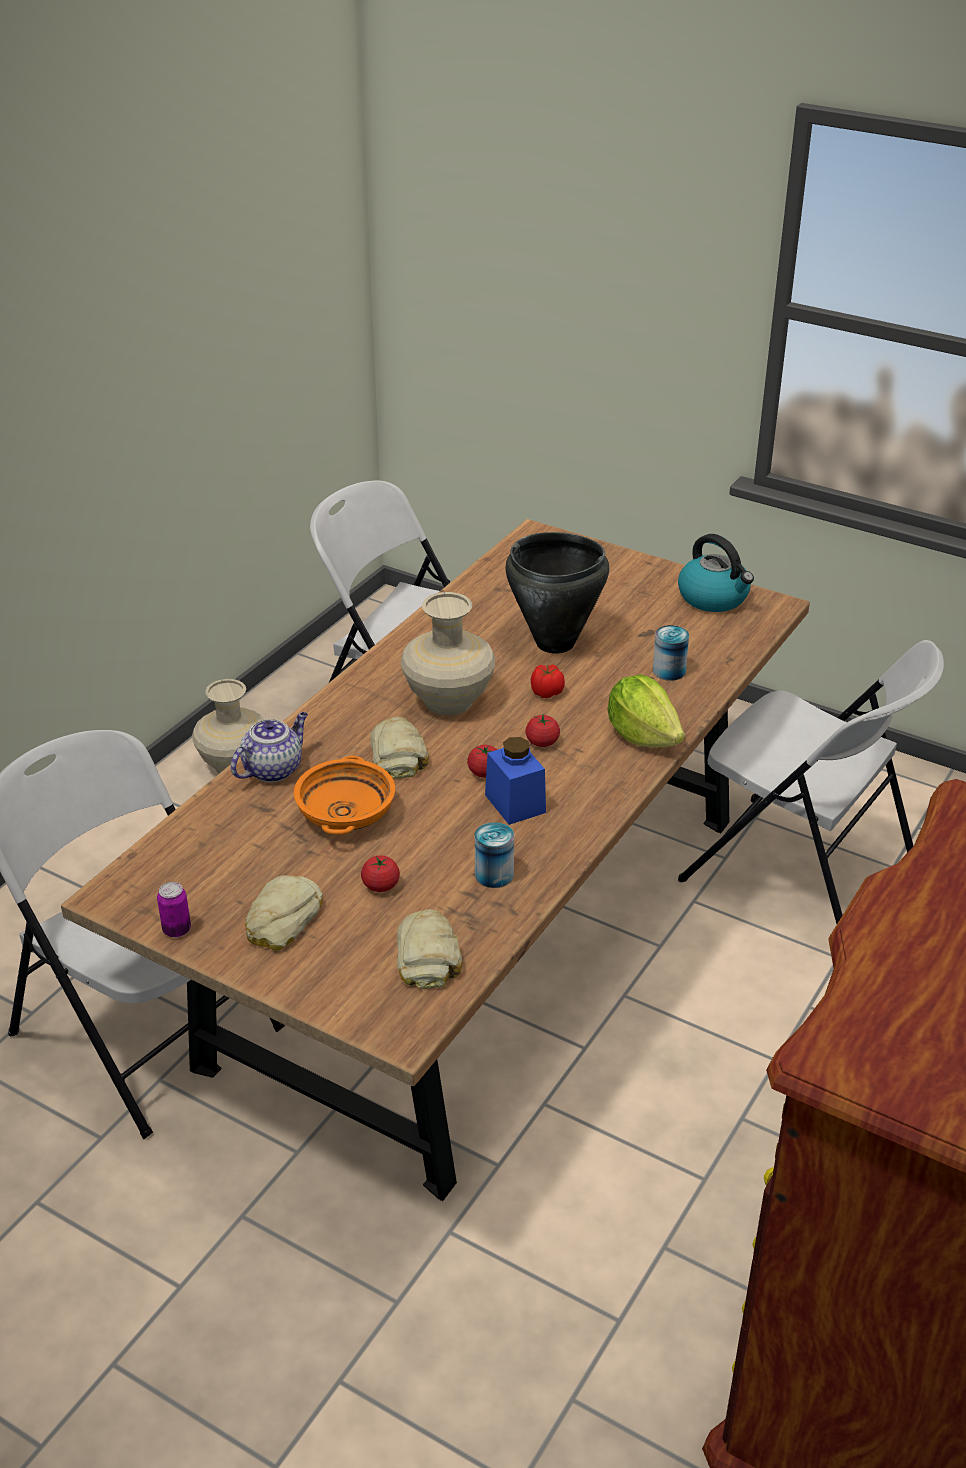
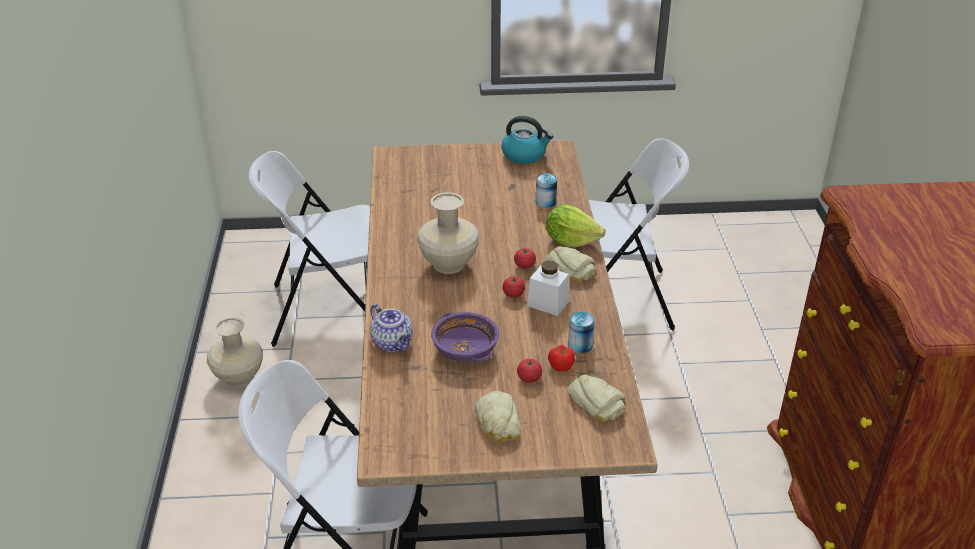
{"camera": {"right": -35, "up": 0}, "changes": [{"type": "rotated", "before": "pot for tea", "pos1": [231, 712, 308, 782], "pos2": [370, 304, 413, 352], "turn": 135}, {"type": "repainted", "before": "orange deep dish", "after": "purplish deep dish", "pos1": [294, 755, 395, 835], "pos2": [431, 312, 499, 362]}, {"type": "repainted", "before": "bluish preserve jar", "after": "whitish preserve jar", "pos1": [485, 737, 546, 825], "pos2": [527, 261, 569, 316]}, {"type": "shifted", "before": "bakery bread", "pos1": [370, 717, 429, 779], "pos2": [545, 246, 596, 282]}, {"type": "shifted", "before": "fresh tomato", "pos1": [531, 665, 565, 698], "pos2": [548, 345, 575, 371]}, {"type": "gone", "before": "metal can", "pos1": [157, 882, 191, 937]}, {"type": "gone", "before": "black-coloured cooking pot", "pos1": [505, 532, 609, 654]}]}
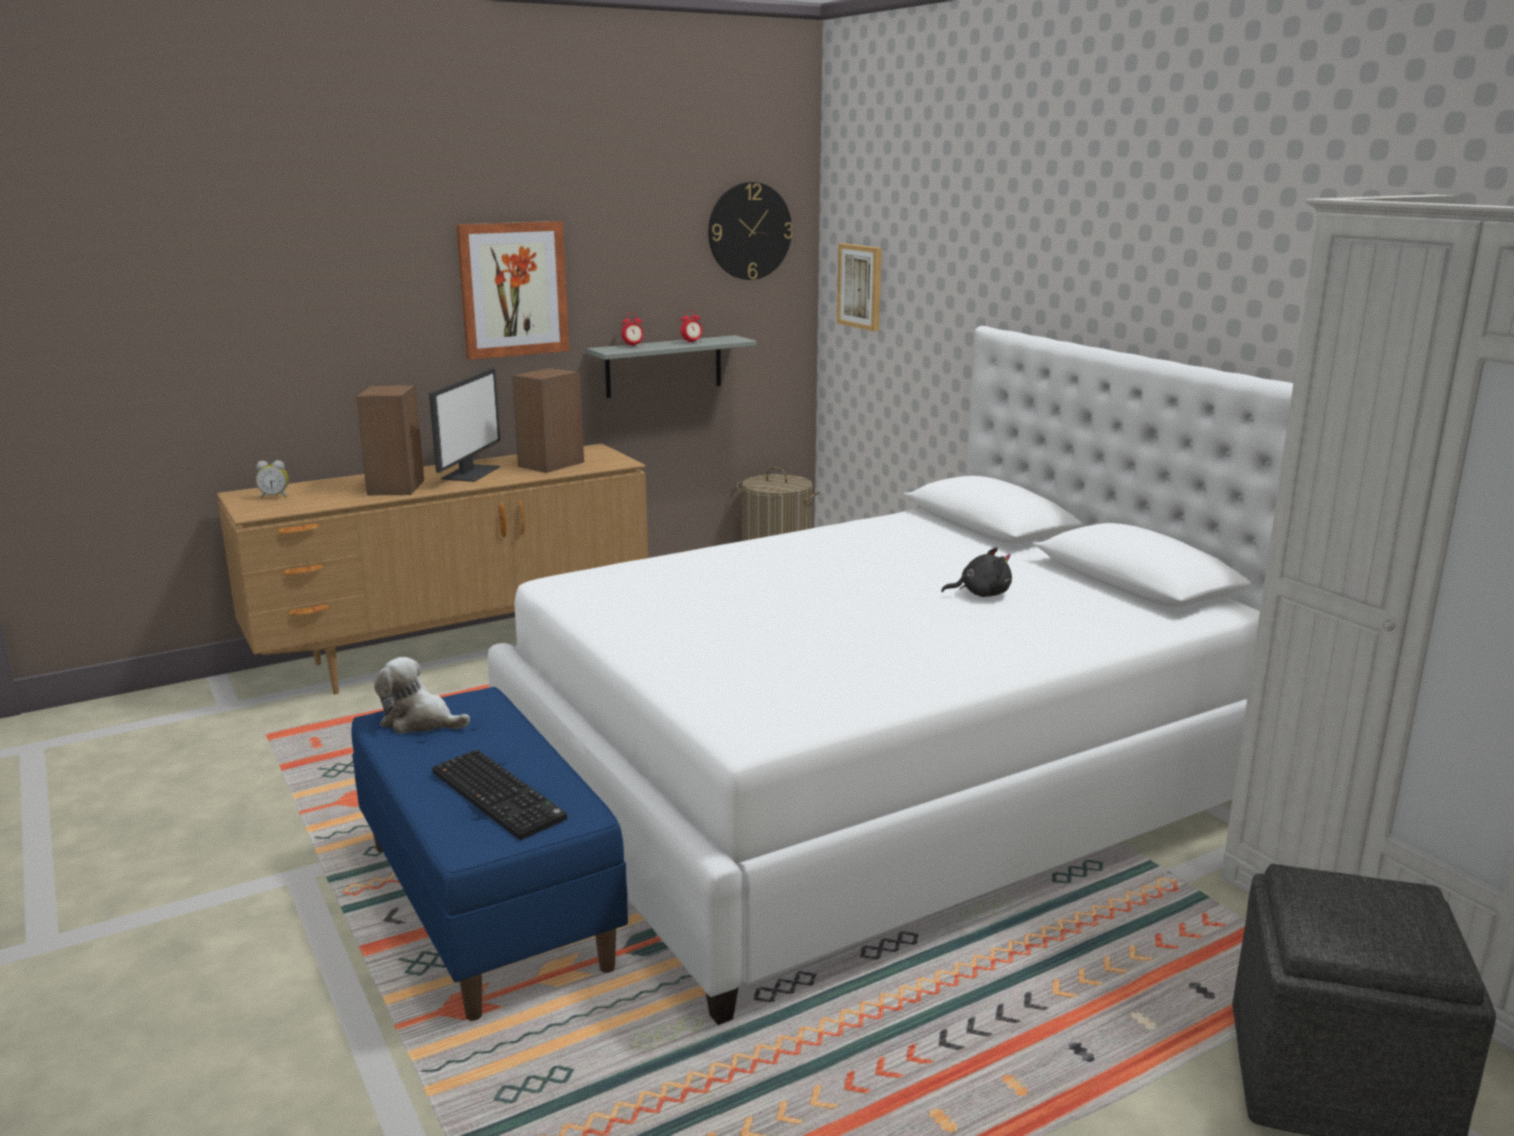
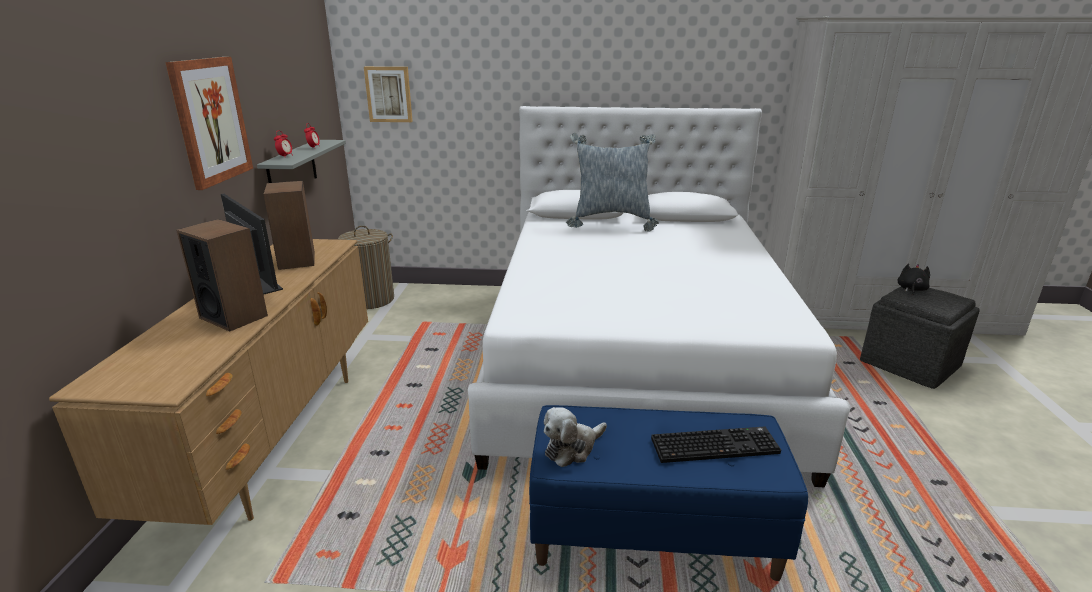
{"camera": {"right": -55, "up": 5}, "changes": [{"type": "new", "after": "throw pillow", "pos2": [565, 133, 659, 232]}, {"type": "shifted", "before": "black-coloured plush toy", "pos1": [941, 547, 1012, 597], "pos2": [897, 263, 930, 296]}, {"type": "gone", "before": "bedside clock", "pos1": [256, 460, 289, 498]}, {"type": "gone", "before": "hanging clock", "pos1": [708, 182, 793, 280]}]}
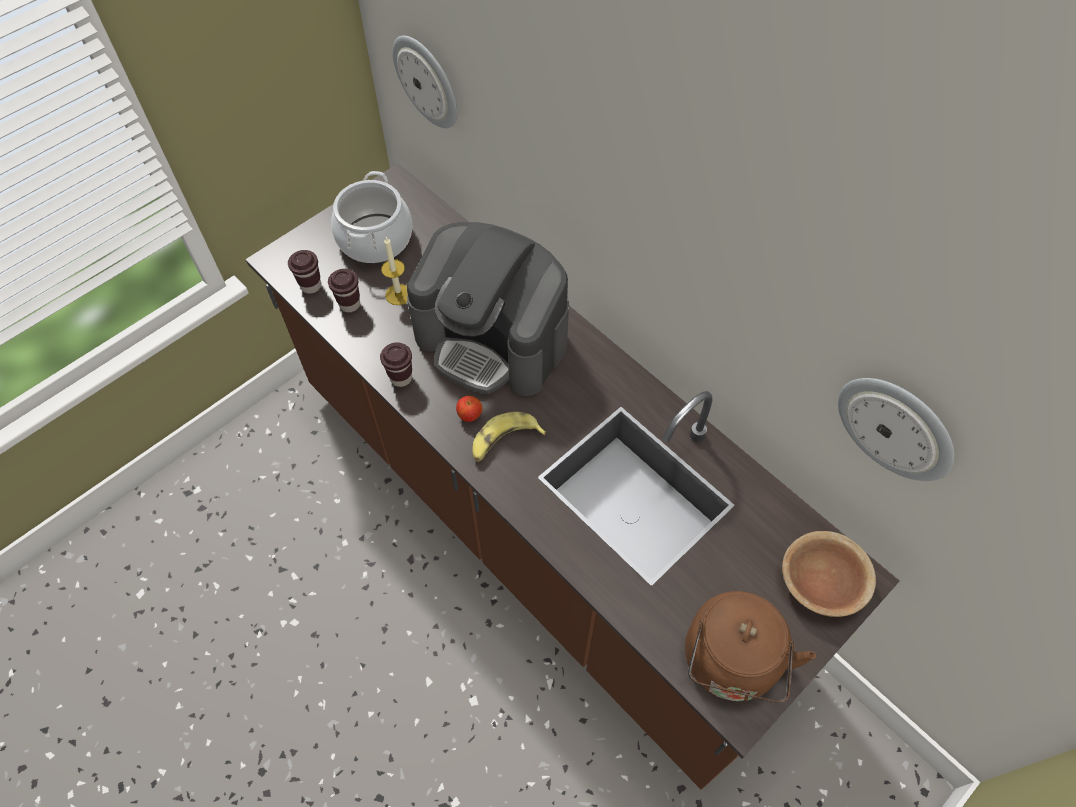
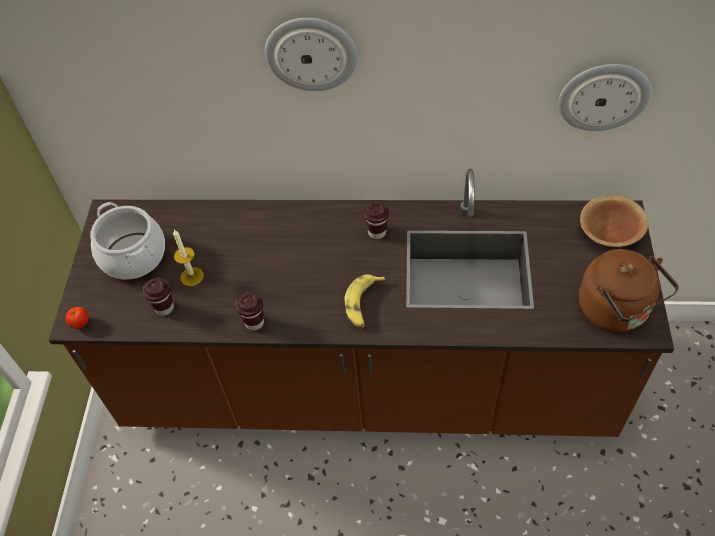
{"camera": {"right": -40, "up": -5}, "changes": [{"type": "shifted", "before": "whole apple", "pos1": [456, 396, 483, 422], "pos2": [66, 307, 88, 329]}, {"type": "shifted", "before": "hanging clock", "pos1": [392, 35, 457, 128], "pos2": [265, 18, 358, 91]}, {"type": "shifted", "before": "brown cup", "pos1": [288, 250, 321, 294], "pos2": [364, 202, 389, 239]}, {"type": "gone", "before": "coffee brewer", "pos1": [407, 222, 569, 396]}]}
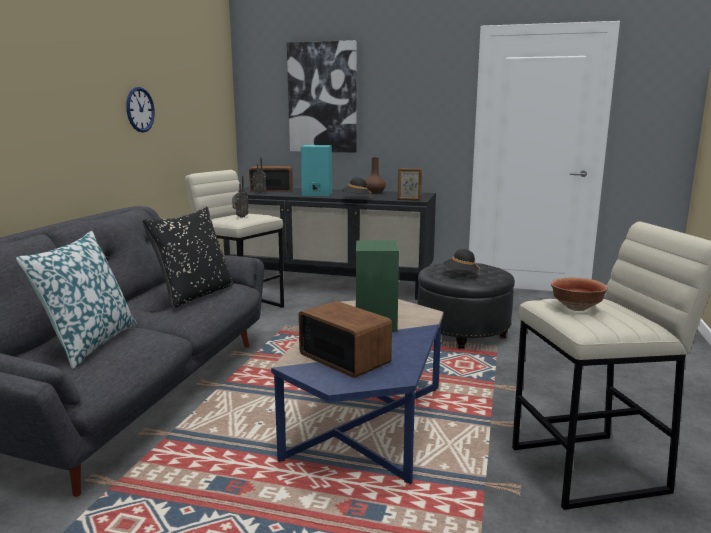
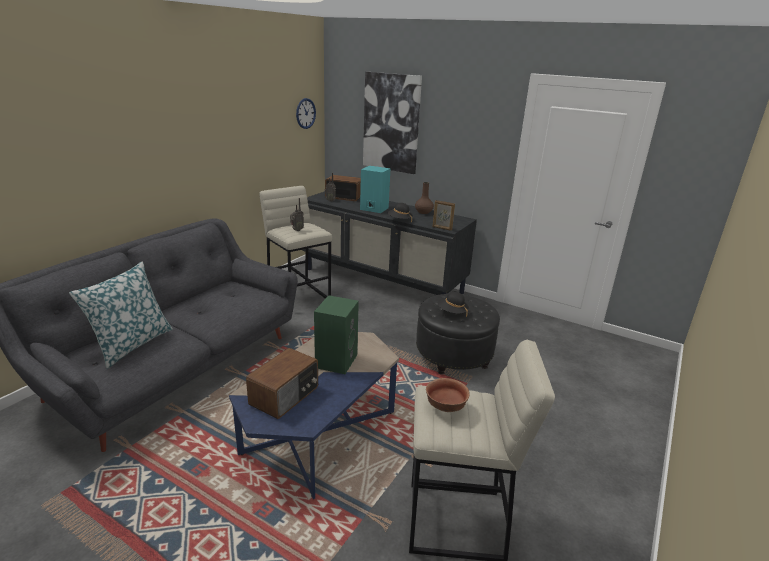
{"camera": {"right": 15, "up": 10}, "changes": [{"type": "rotated", "before": "radio receiver", "pos1": [298, 301, 392, 378], "pos2": [246, 348, 318, 419], "turn": 60}, {"type": "shifted", "before": "hanging clock", "pos1": [126, 87, 155, 133], "pos2": [296, 98, 316, 129]}, {"type": "gone", "before": "black-coloured throw pillow", "pos1": [143, 207, 233, 309]}]}
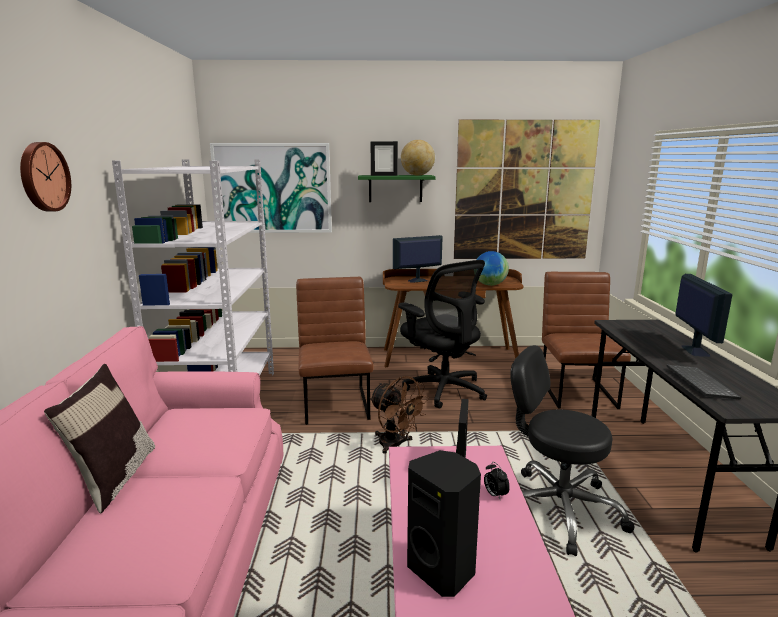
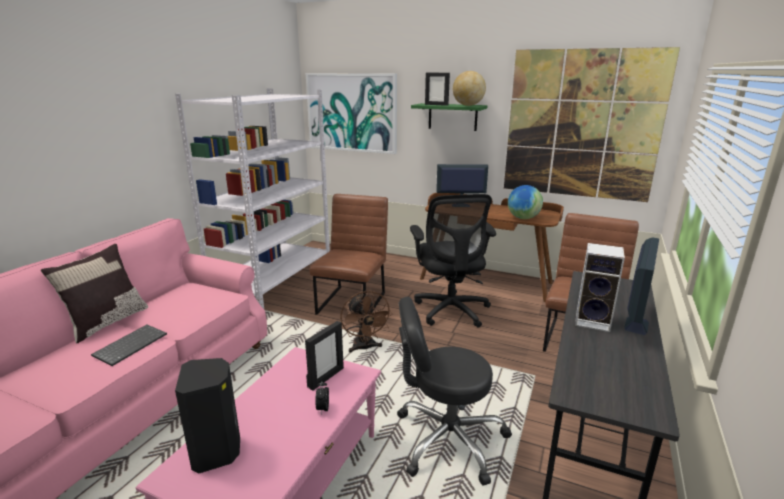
{"camera": {"right": 25, "up": 5}, "changes": [{"type": "shifted", "before": "PC keyboard", "pos1": [666, 365, 741, 400], "pos2": [91, 325, 167, 366]}, {"type": "rotated", "before": "black-coloured office chair", "pos1": [510, 345, 634, 556], "pos2": [397, 297, 512, 486], "turn": -60}, {"type": "new", "after": "audio speaker", "pos2": [575, 243, 625, 332]}, {"type": "gone", "before": "hanging clock", "pos1": [20, 142, 71, 211]}]}
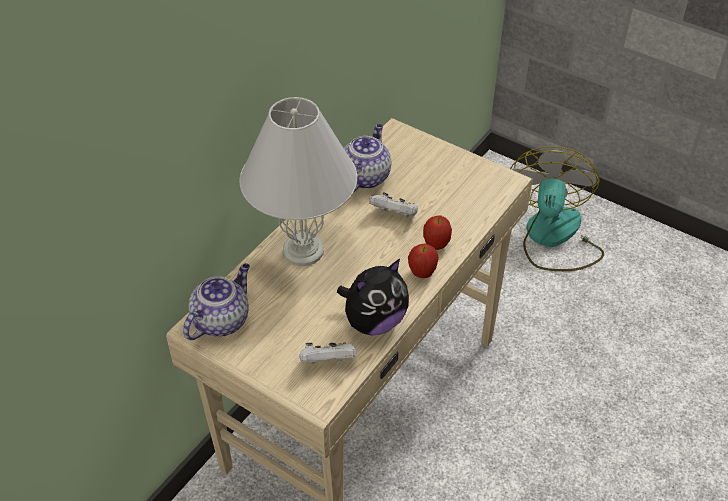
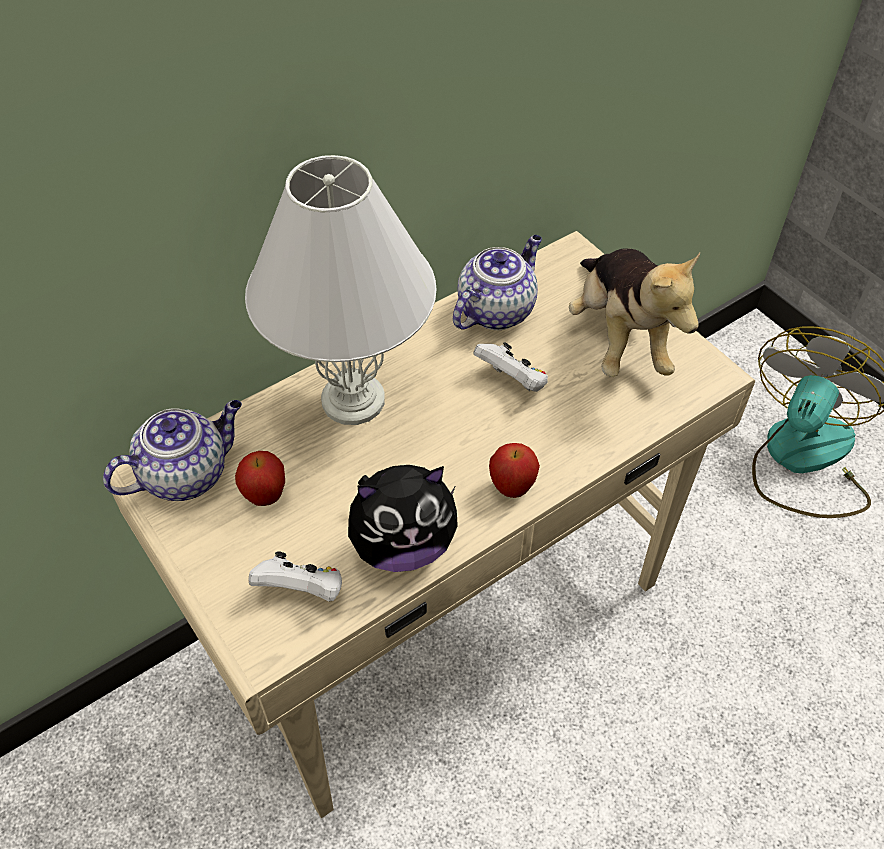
{"camera": {"right": 20, "up": 5}, "changes": [{"type": "shifted", "before": "whole apple", "pos1": [423, 216, 452, 250], "pos2": [235, 451, 285, 506]}, {"type": "new", "after": "plush toy", "pos2": [569, 248, 700, 377]}]}
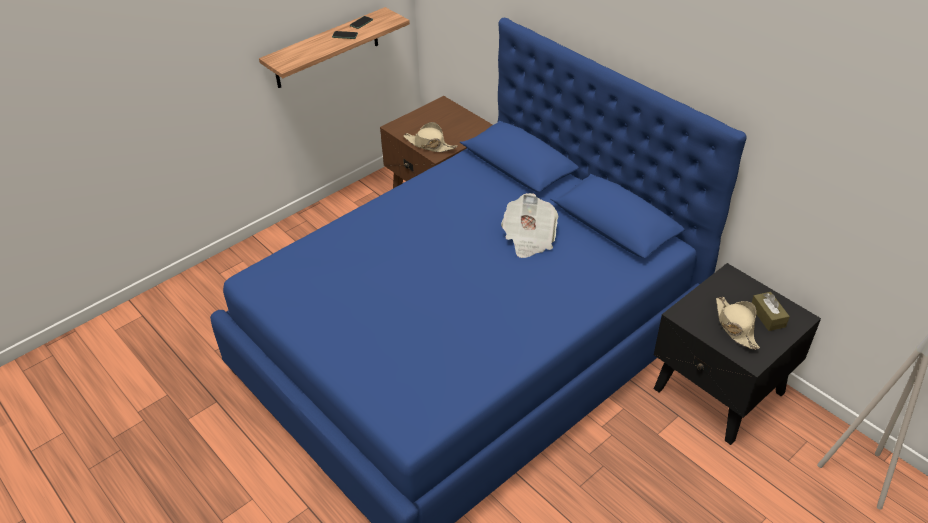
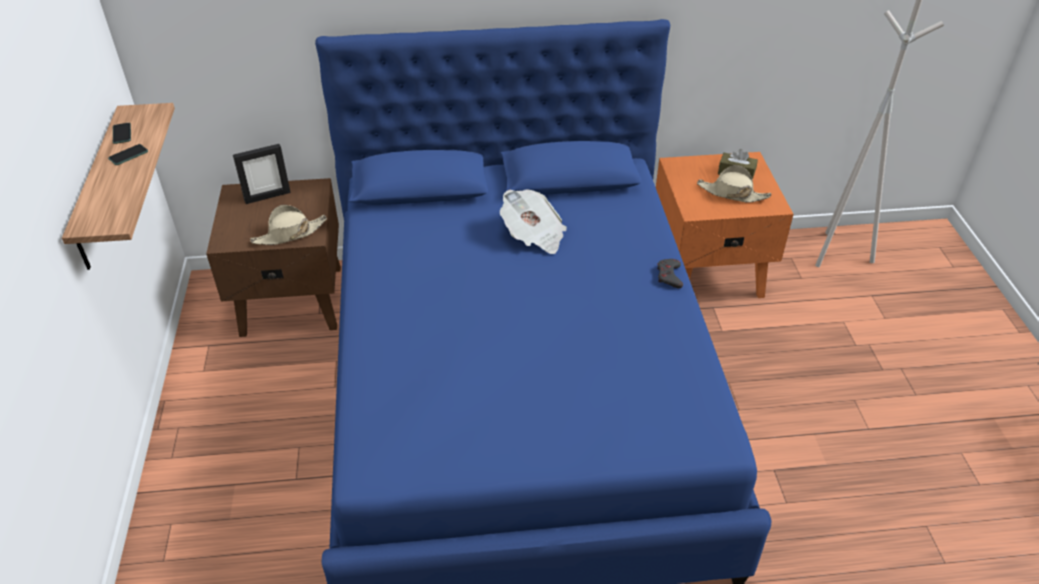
{"camera": {"right": -55, "up": 0}, "changes": [{"type": "new", "after": "standing frame", "pos2": [233, 144, 291, 204]}, {"type": "repainted", "before": "black-coloured night table", "after": "orange night table", "pos1": [654, 263, 821, 445], "pos2": [656, 152, 794, 298]}, {"type": "new", "after": "grey game controller", "pos2": [657, 259, 683, 288]}]}
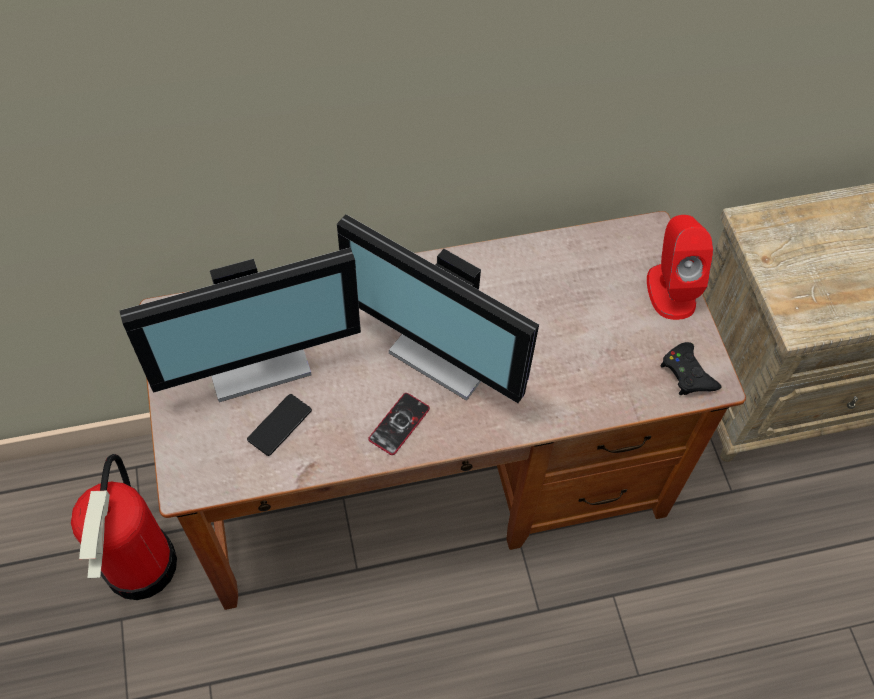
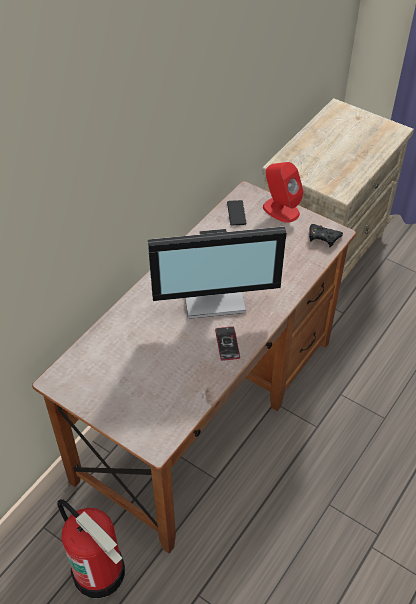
{"camera": {"right": -40, "up": -10}, "changes": [{"type": "shifted", "before": "phone", "pos1": [247, 394, 312, 456], "pos2": [227, 200, 247, 226]}, {"type": "gone", "before": "monitor", "pos1": [119, 248, 361, 402]}]}
